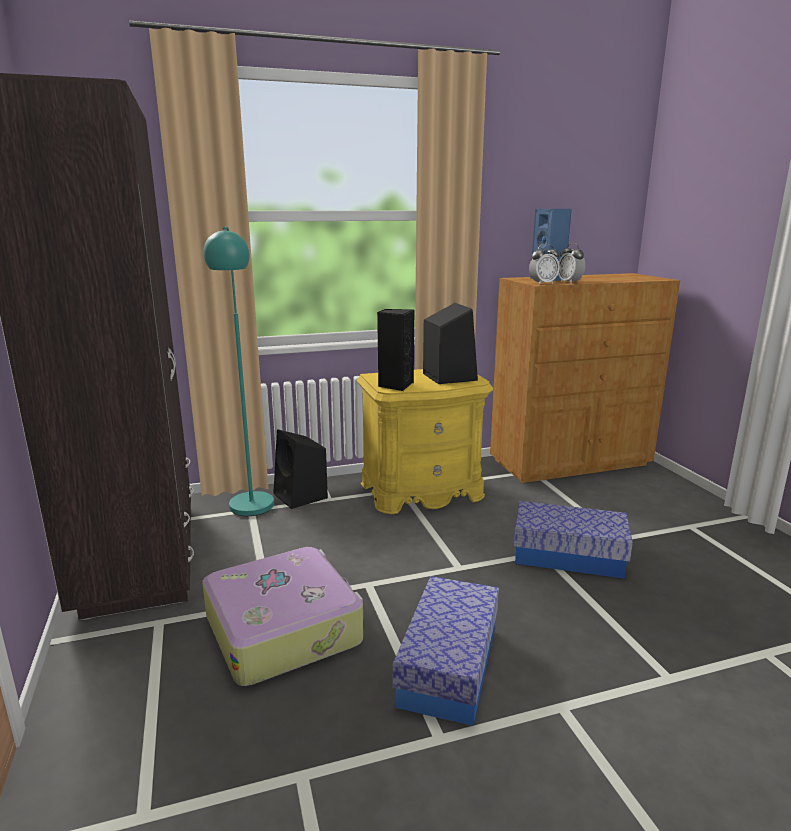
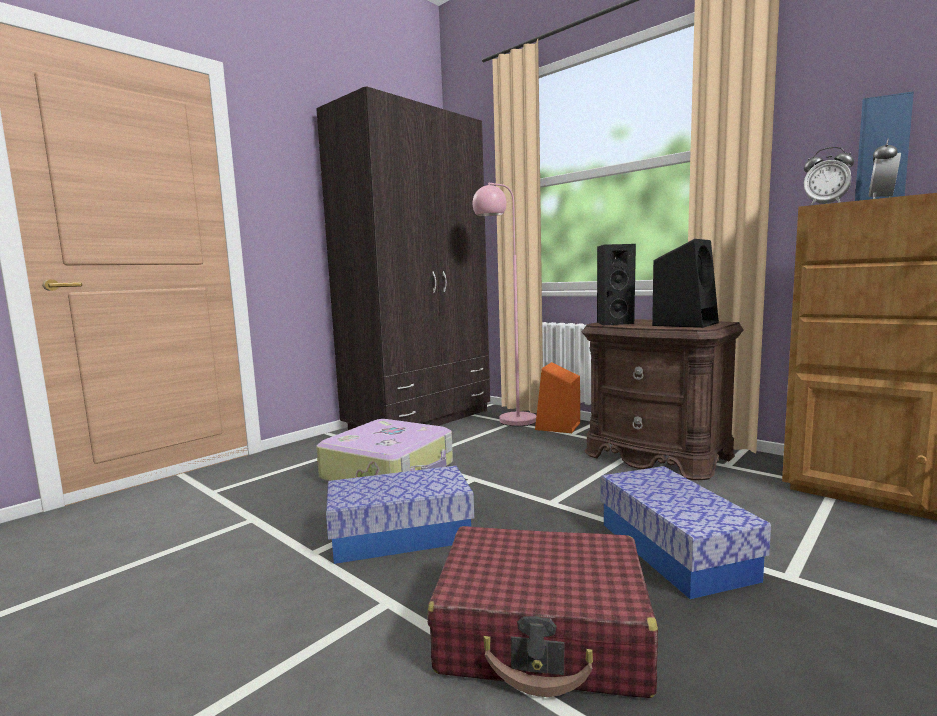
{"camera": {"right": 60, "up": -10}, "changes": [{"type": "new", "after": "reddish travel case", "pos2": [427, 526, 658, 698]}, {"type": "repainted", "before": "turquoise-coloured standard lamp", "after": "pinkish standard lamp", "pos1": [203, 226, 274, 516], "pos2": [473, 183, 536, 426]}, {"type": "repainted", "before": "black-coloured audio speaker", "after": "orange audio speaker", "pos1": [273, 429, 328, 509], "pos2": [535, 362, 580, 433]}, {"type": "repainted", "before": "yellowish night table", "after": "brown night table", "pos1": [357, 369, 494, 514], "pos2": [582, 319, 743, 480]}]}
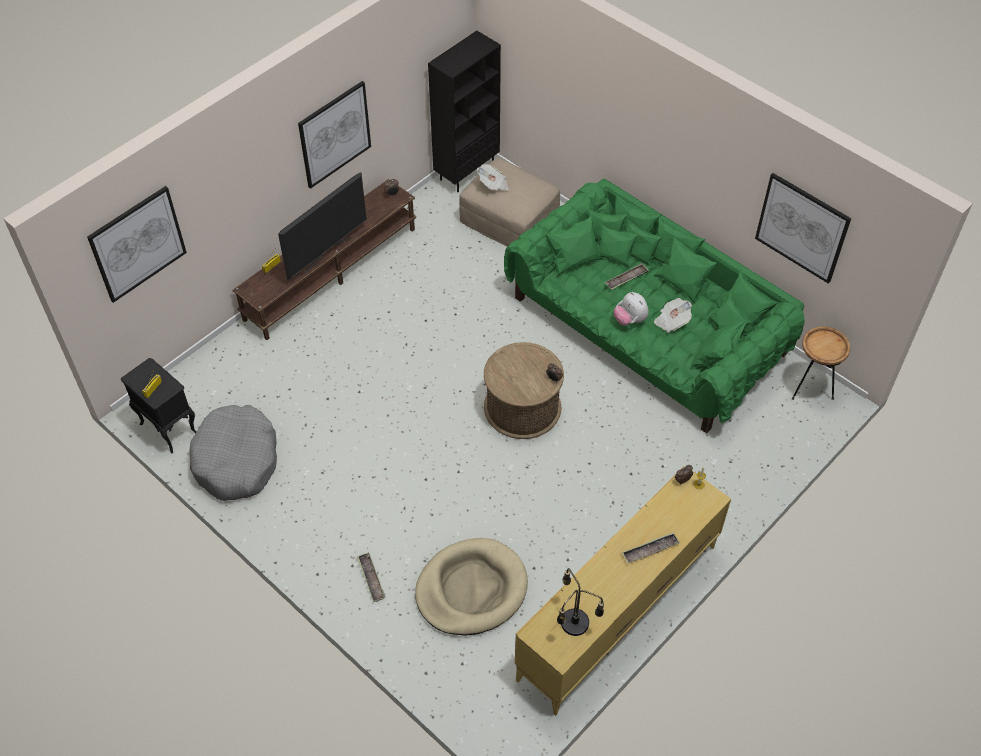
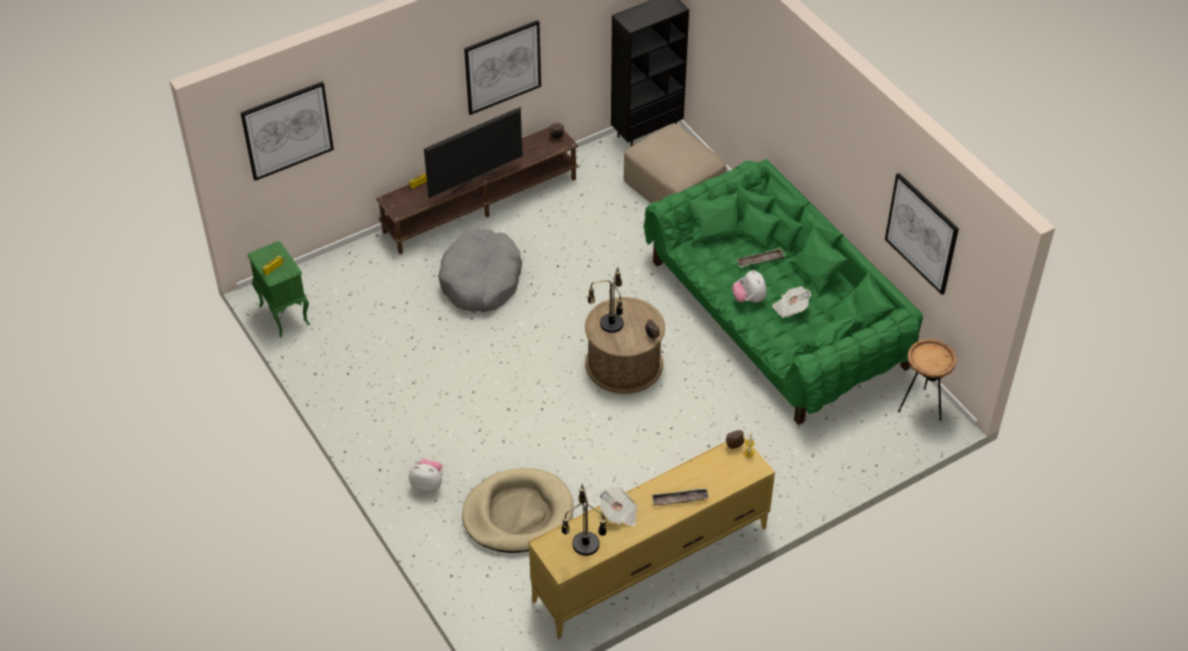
{"camera": {"right": 15, "up": -5}, "changes": [{"type": "repainted", "before": "black-coloured night table", "after": "greenish night table", "pos1": [121, 358, 197, 454], "pos2": [247, 241, 310, 338]}, {"type": "swapped", "before": "serving tray", "after": "plush toy", "pos1": [357, 552, 385, 602], "pos2": [409, 459, 443, 494]}, {"type": "shifted", "before": "grey pet bed", "pos1": [189, 405, 277, 501], "pos2": [438, 229, 522, 312]}, {"type": "new", "after": "table lamp", "pos2": [588, 267, 624, 333]}, {"type": "shifted", "before": "printed paper", "pos1": [477, 164, 508, 191], "pos2": [599, 487, 638, 526]}]}
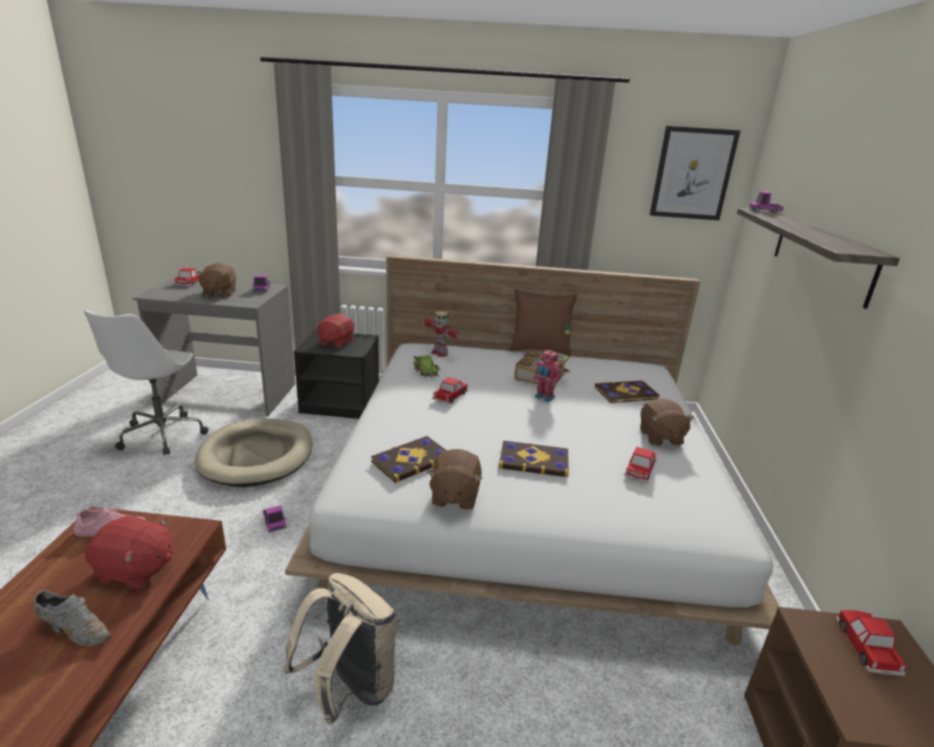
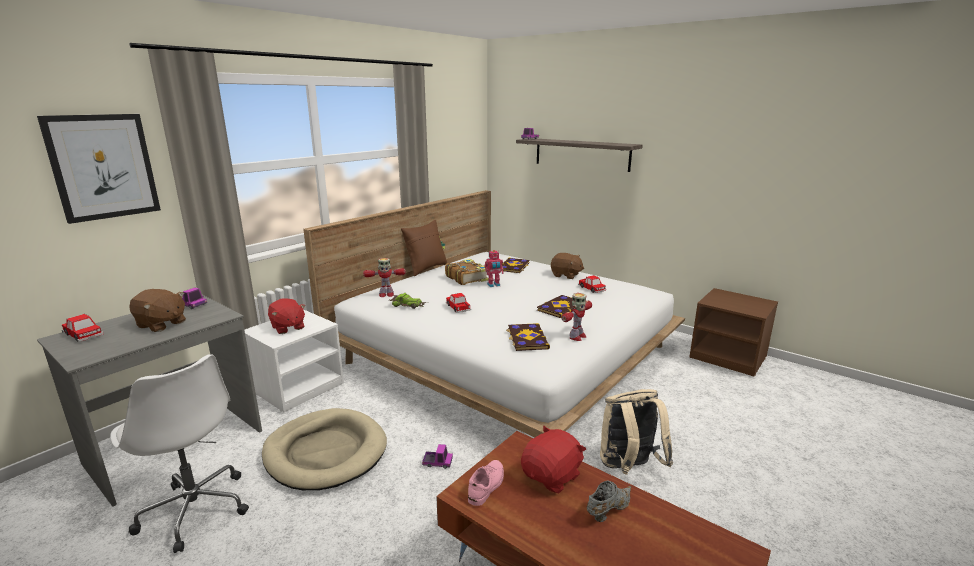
{"camera": {"right": -55, "up": -5}, "changes": [{"type": "shifted", "before": "wall art", "pos1": [650, 126, 741, 220], "pos2": [37, 114, 161, 224]}, {"type": "repainted", "before": "black-coloured night table", "after": "whitish night table", "pos1": [294, 330, 379, 419], "pos2": [244, 309, 344, 412]}, {"type": "swapped", "before": "brown plush toy", "after": "robot figure", "pos1": [427, 449, 482, 510], "pos2": [561, 293, 592, 341]}, {"type": "gone", "before": "model car", "pos1": [835, 610, 906, 676]}]}
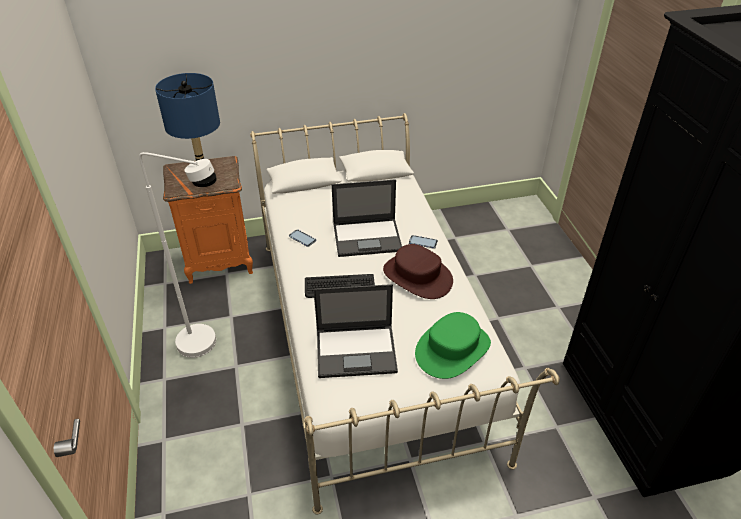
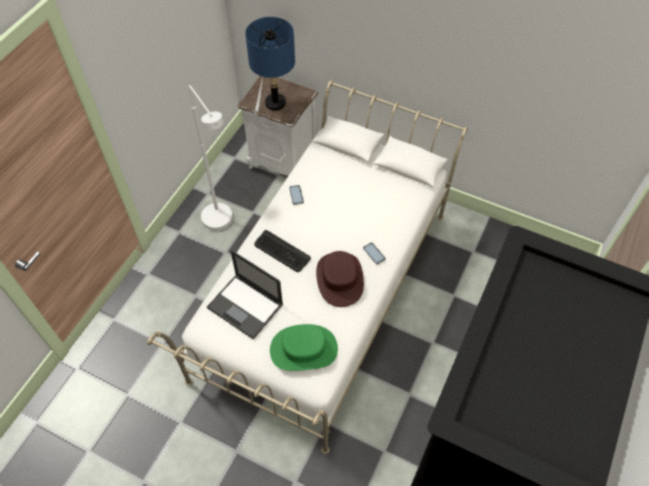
{"camera": {"right": 40, "up": 15}, "changes": [{"type": "repainted", "before": "orange night table", "after": "whitish night table", "pos1": [163, 156, 253, 284], "pos2": [238, 76, 318, 176]}, {"type": "gone", "before": "laptop", "pos1": [332, 179, 402, 257]}]}
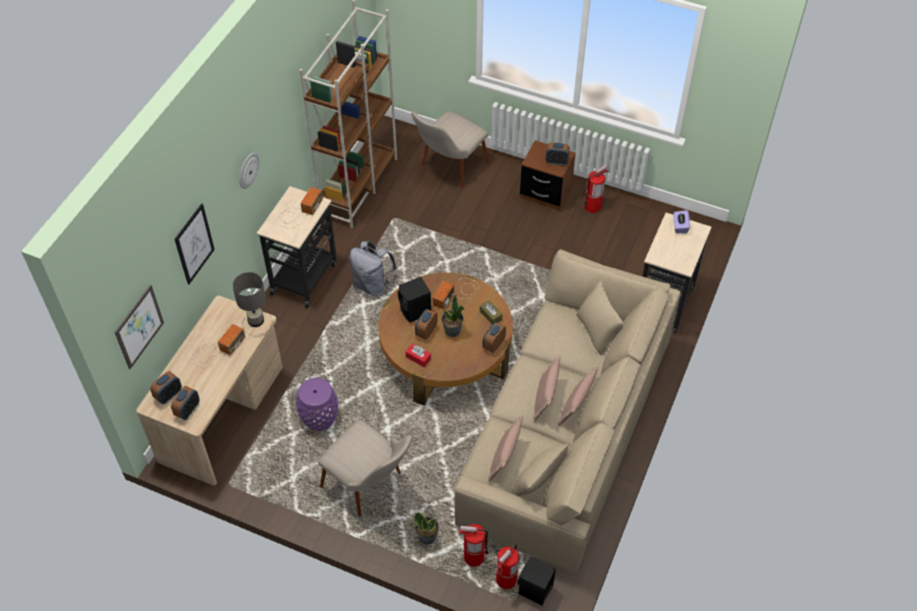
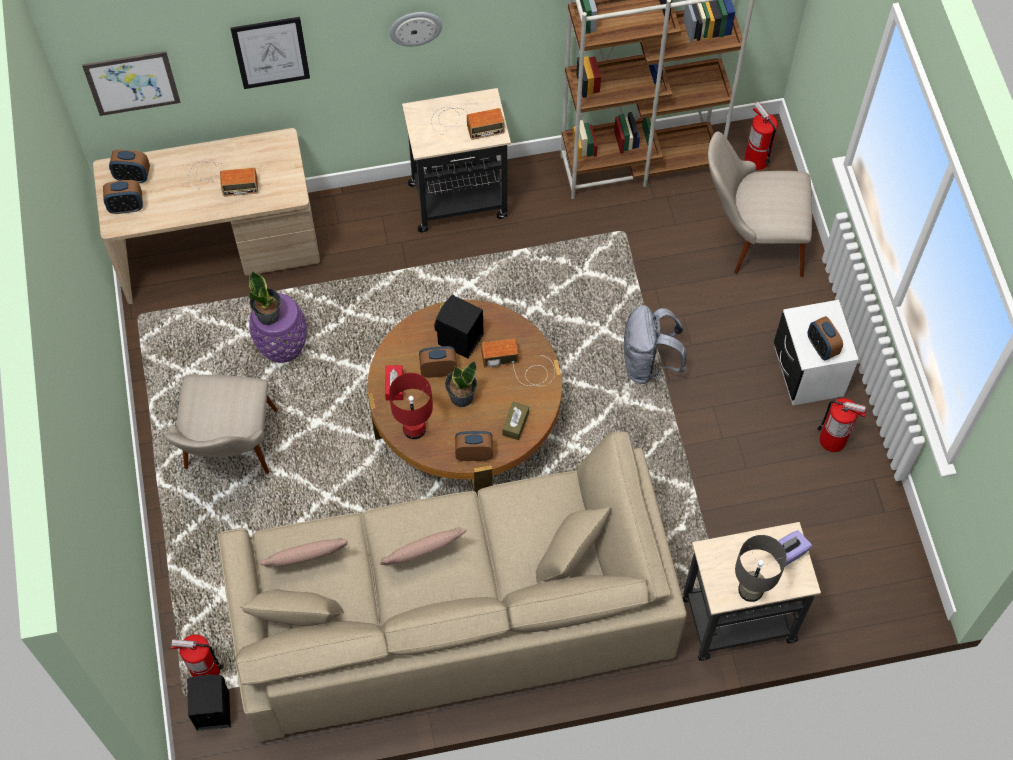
{"camera": {"right": 55, "up": 10}, "changes": [{"type": "shifted", "before": "houseplant", "pos1": [414, 512, 439, 545], "pos2": [249, 271, 281, 325]}, {"type": "new", "after": "reddish table lamp", "pos2": [389, 373, 433, 439]}, {"type": "shifted", "before": "grey knapsack", "pos1": [349, 241, 397, 297], "pos2": [623, 305, 687, 384]}, {"type": "shifted", "before": "grey table lamp", "pos1": [233, 272, 266, 327], "pos2": [735, 535, 787, 602]}, {"type": "shifted", "before": "fire-fighting cylinder", "pos1": [459, 524, 489, 567], "pos2": [744, 102, 778, 170]}, {"type": "repainted", "before": "brown night table", "after": "whitish night table", "pos1": [520, 140, 576, 211], "pos2": [774, 300, 859, 406]}, {"type": "gone", "before": "beige throw pillow", "pos1": [558, 367, 598, 426]}]}
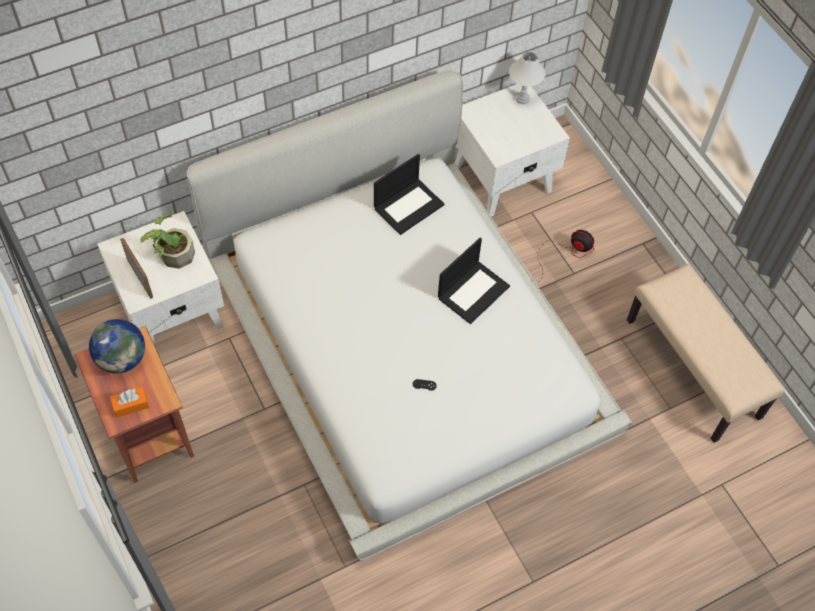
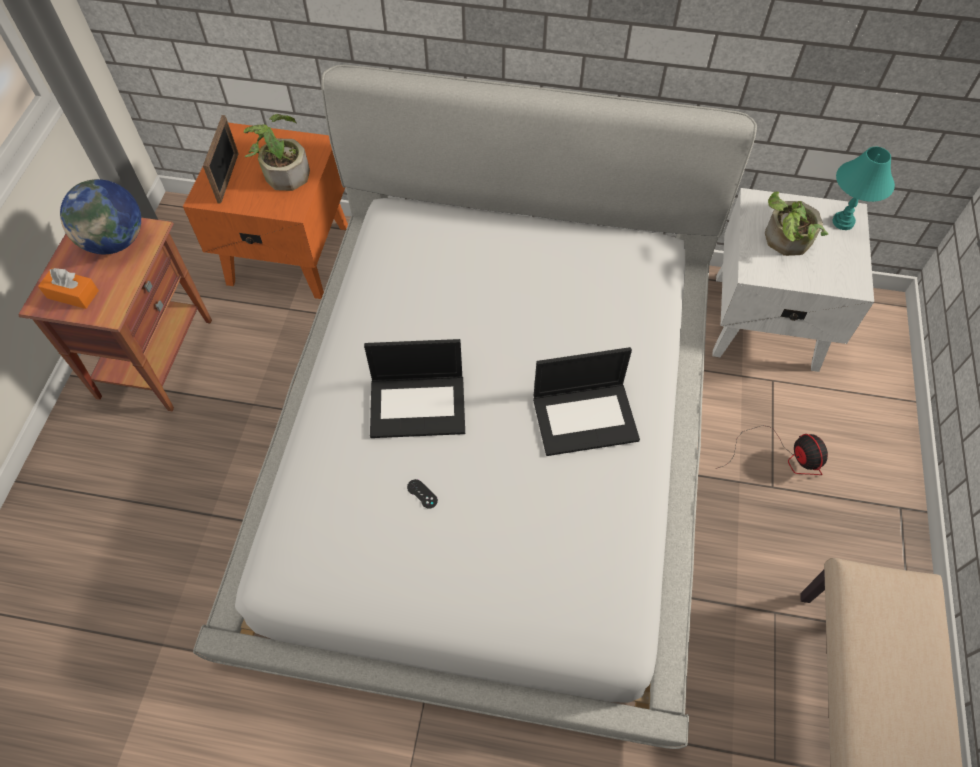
{"camera": {"right": 40, "up": 0}, "changes": [{"type": "repainted", "before": "whitish night table", "after": "orange night table", "pos1": [97, 211, 224, 343], "pos2": [183, 123, 348, 299]}, {"type": "shifted", "before": "laptop", "pos1": [374, 154, 445, 235], "pos2": [364, 339, 465, 438]}, {"type": "new", "after": "houseplant", "pos2": [765, 192, 828, 256]}, {"type": "repainted", "before": "whitish table lamp", "after": "turquoise-coloured table lamp", "pos1": [509, 52, 546, 104], "pos2": [832, 147, 895, 230]}]}
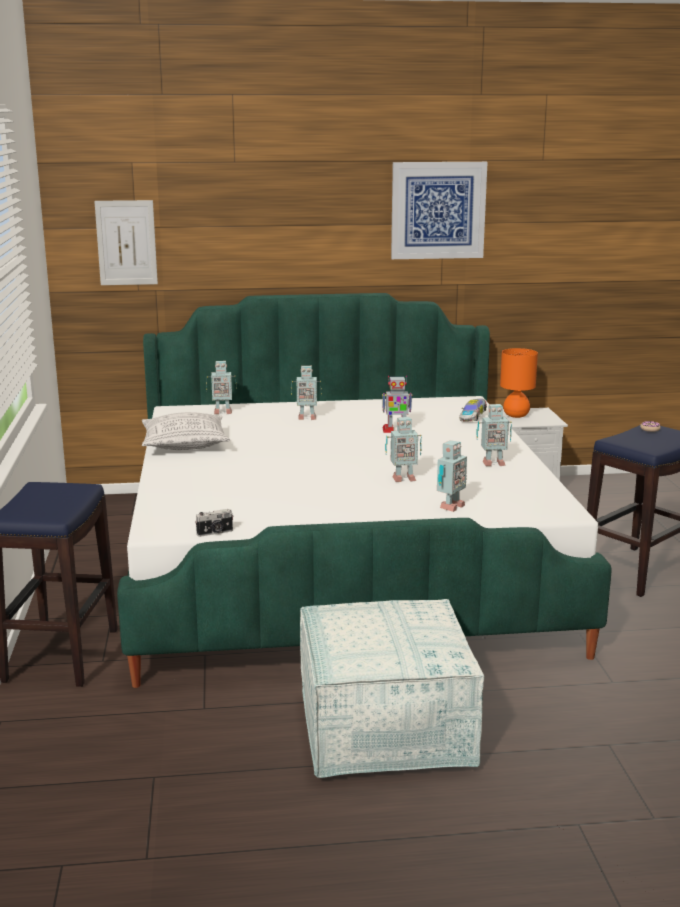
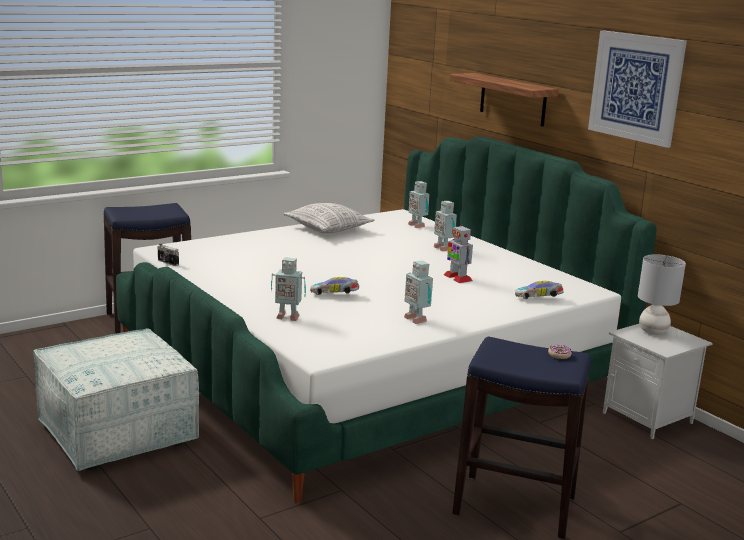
{"camera": {"right": 60, "up": 0}, "changes": [{"type": "swapped", "before": "robot figure", "after": "model car", "pos1": [385, 417, 422, 482], "pos2": [310, 277, 359, 295]}, {"type": "new", "after": "bracket shelf", "pos2": [450, 73, 559, 127]}, {"type": "repainted", "before": "orange table lamp", "after": "grey table lamp", "pos1": [500, 348, 538, 418], "pos2": [638, 254, 686, 335]}, {"type": "gone", "before": "wall art", "pos1": [94, 200, 158, 285]}]}
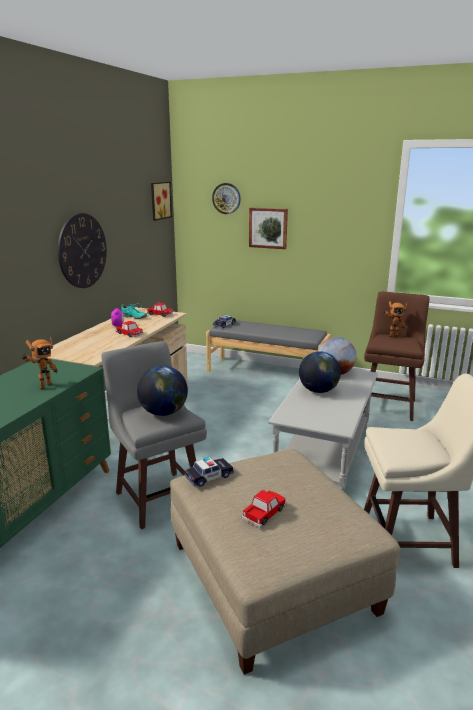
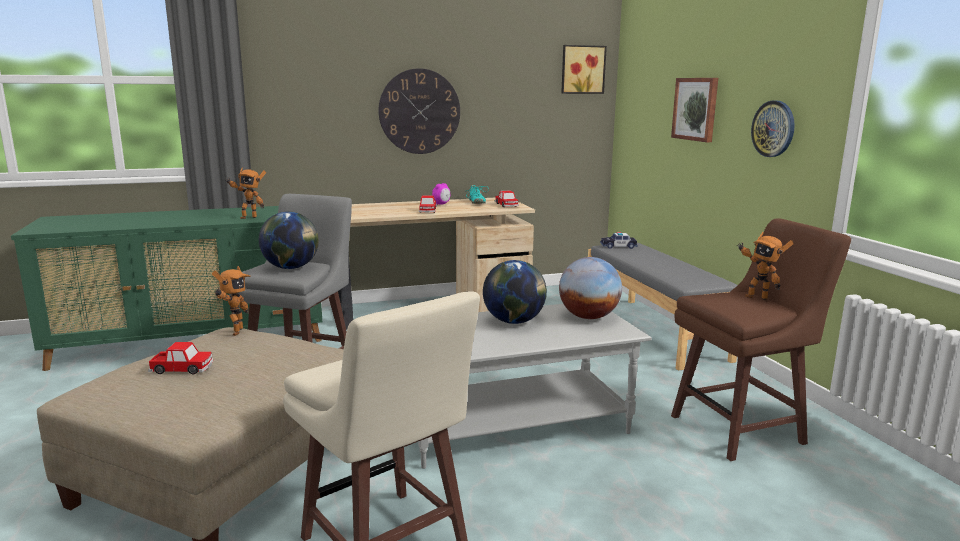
{"camera": {"right": 50, "up": -5}, "changes": [{"type": "swapped", "before": "model car", "after": "robot figure", "pos1": [185, 457, 234, 487], "pos2": [212, 266, 251, 336]}, {"type": "shifted", "before": "hanging clock", "pos1": [212, 183, 241, 214], "pos2": [751, 101, 795, 157]}]}
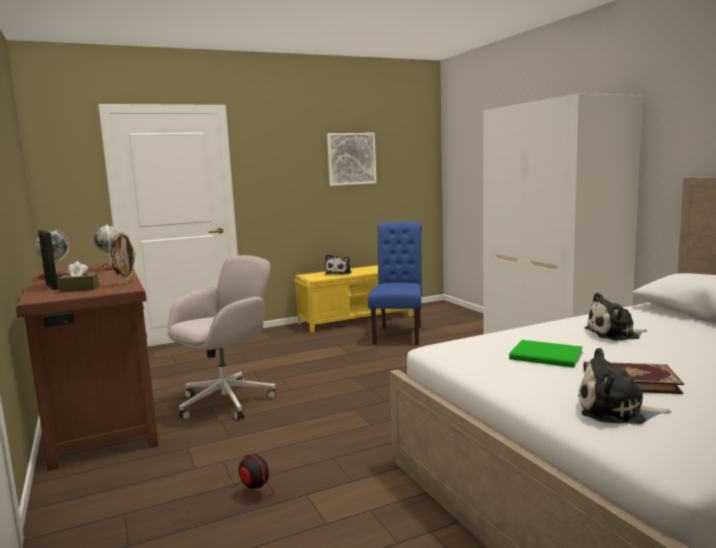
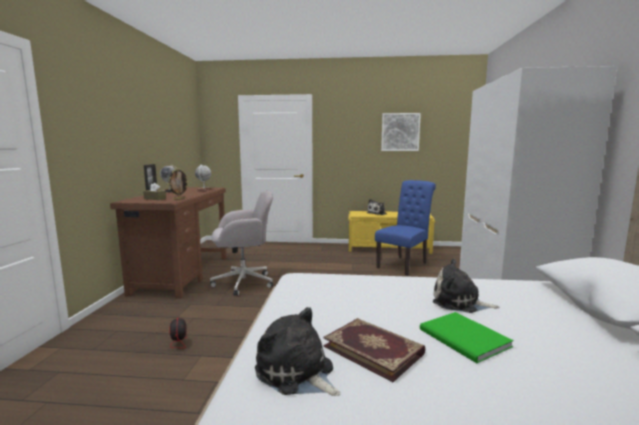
{"camera": {"right": 30, "up": 0}, "changes": [{"type": "shifted", "before": "greenish book", "pos1": [509, 340, 583, 368], "pos2": [420, 312, 514, 363]}]}
